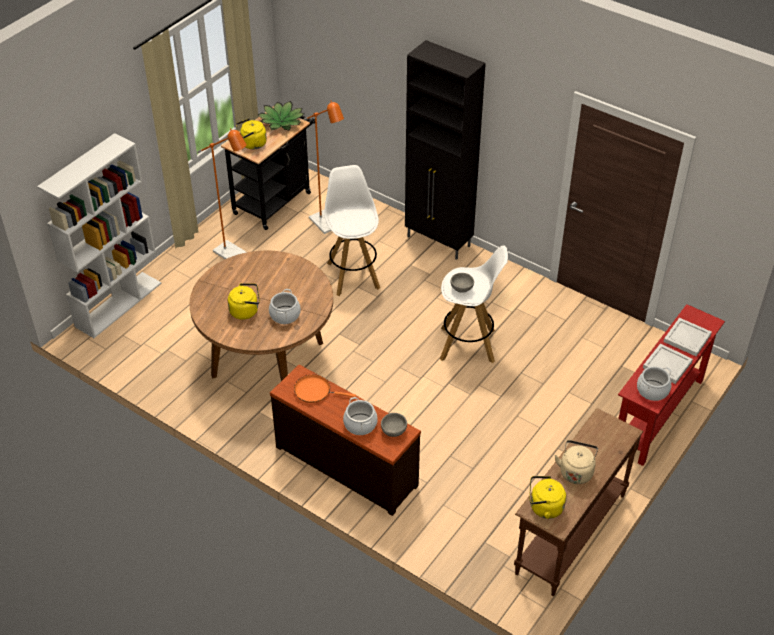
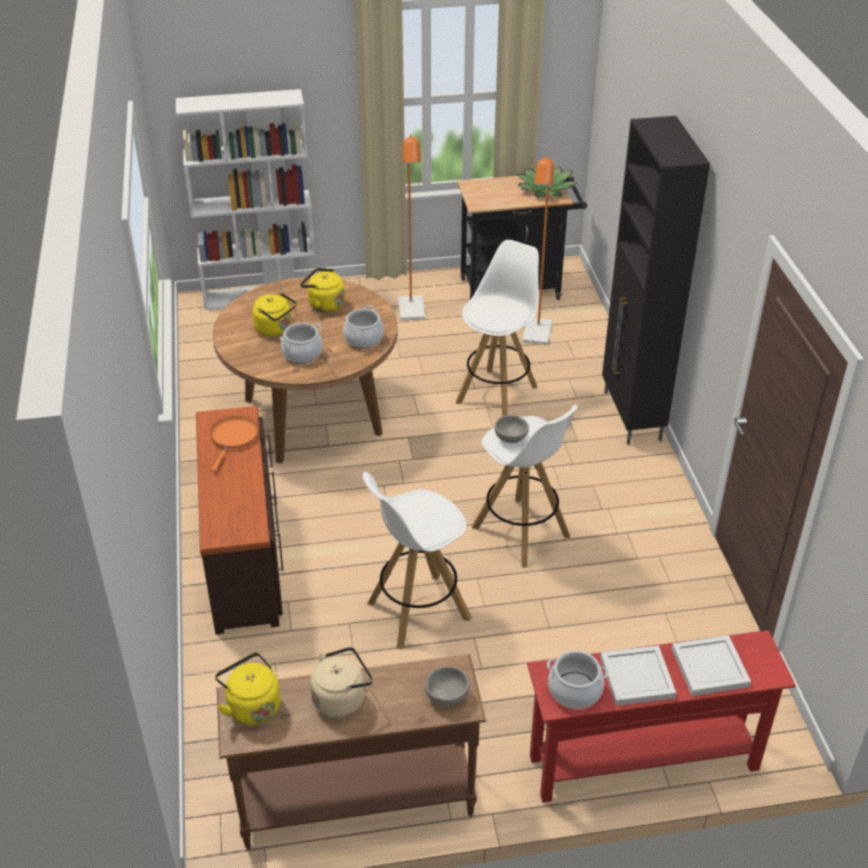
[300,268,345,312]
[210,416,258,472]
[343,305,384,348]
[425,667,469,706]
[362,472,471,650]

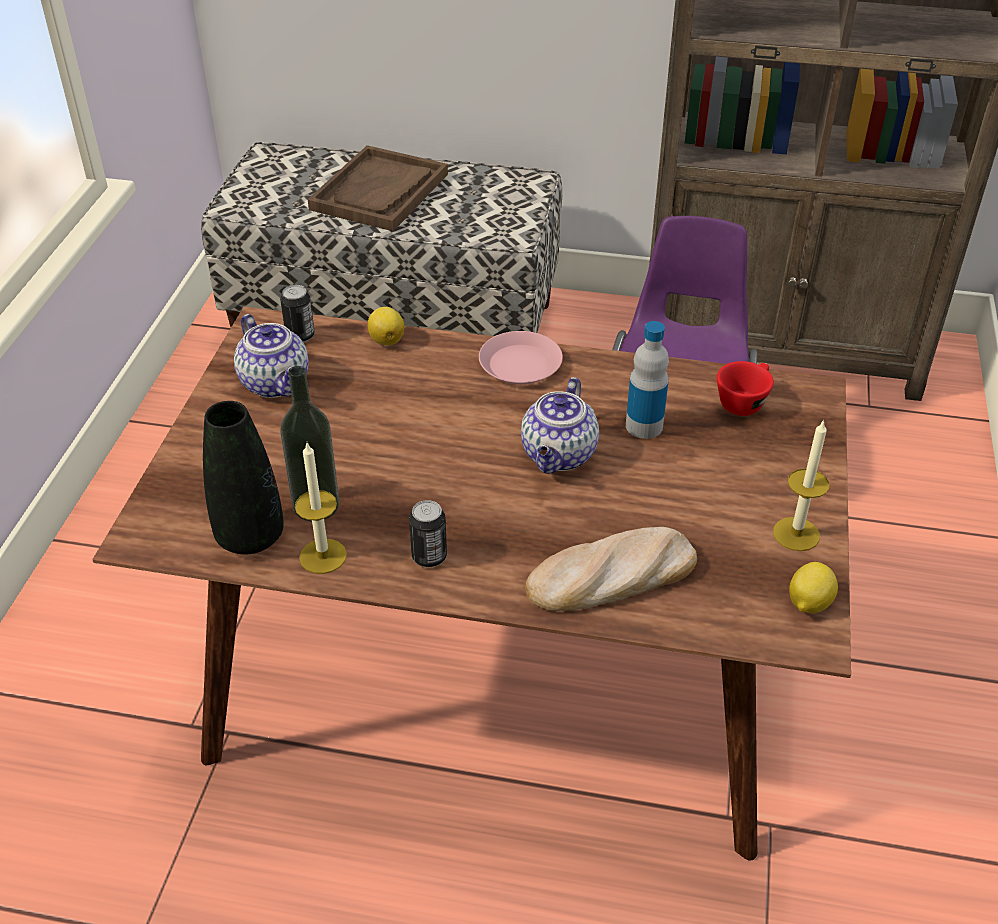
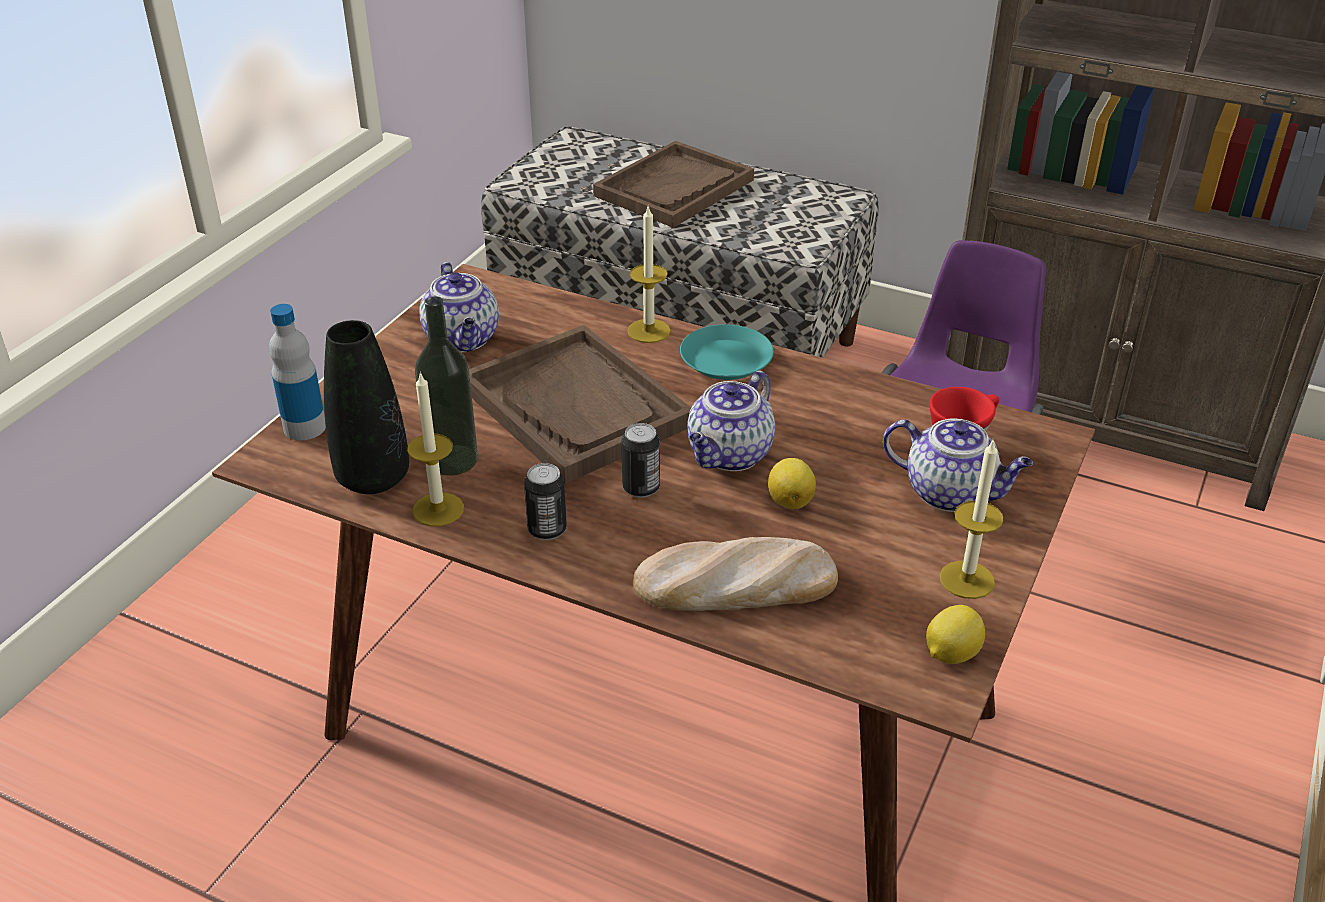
[621,423,660,498]
[768,458,816,509]
[680,325,774,380]
[269,304,326,440]
[469,325,691,484]
[627,207,671,343]
[883,419,1033,512]

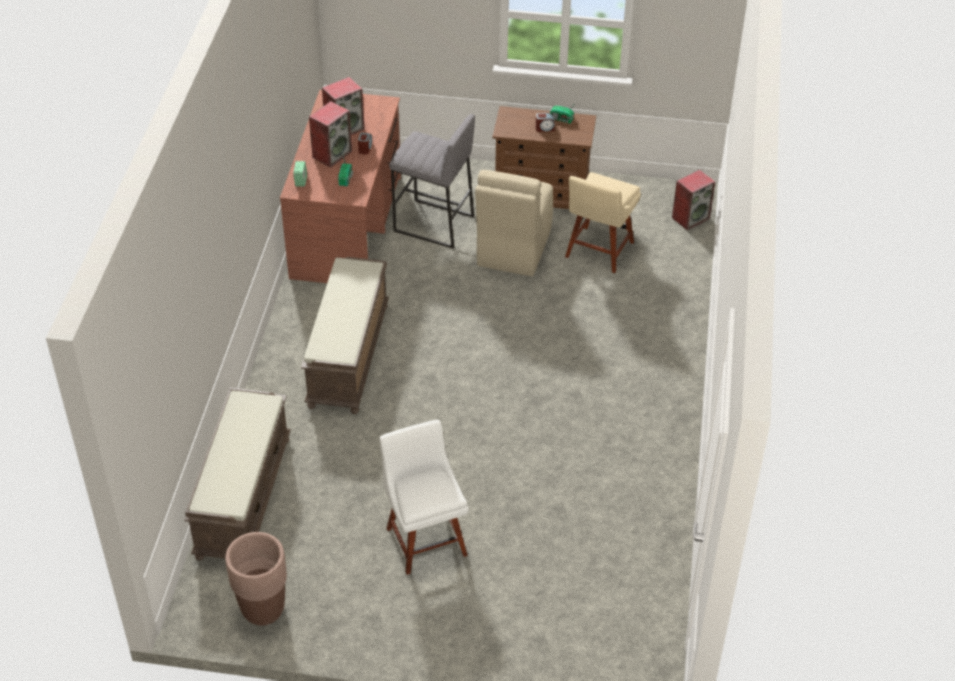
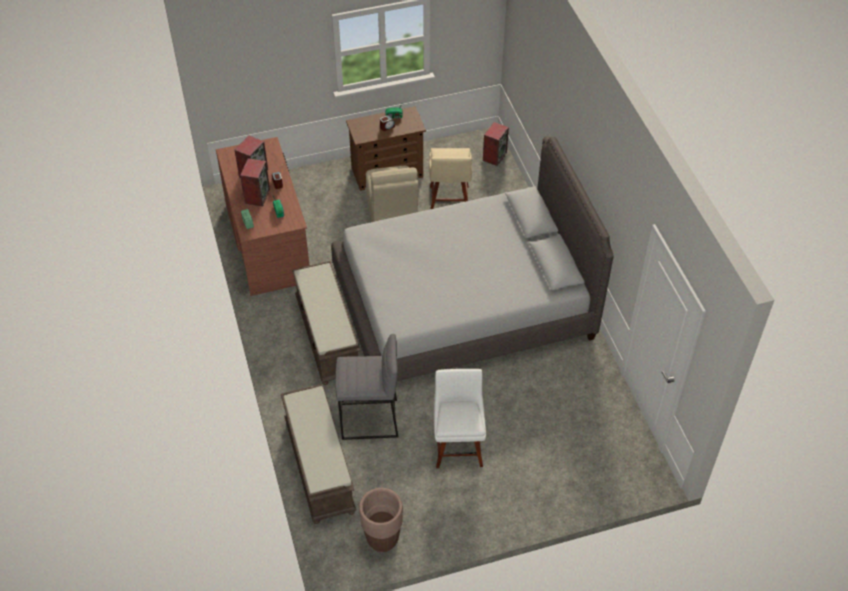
[434,369,486,468]
[335,334,399,440]
[331,136,614,381]

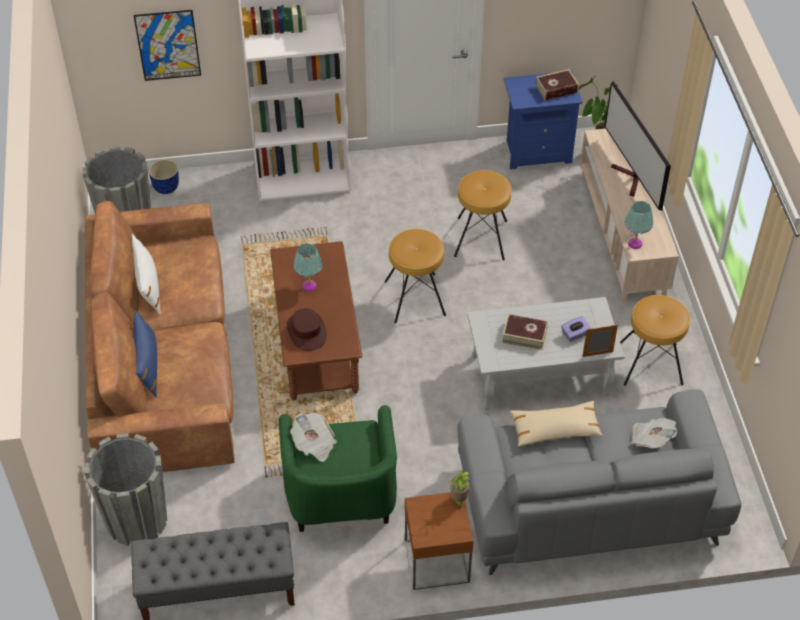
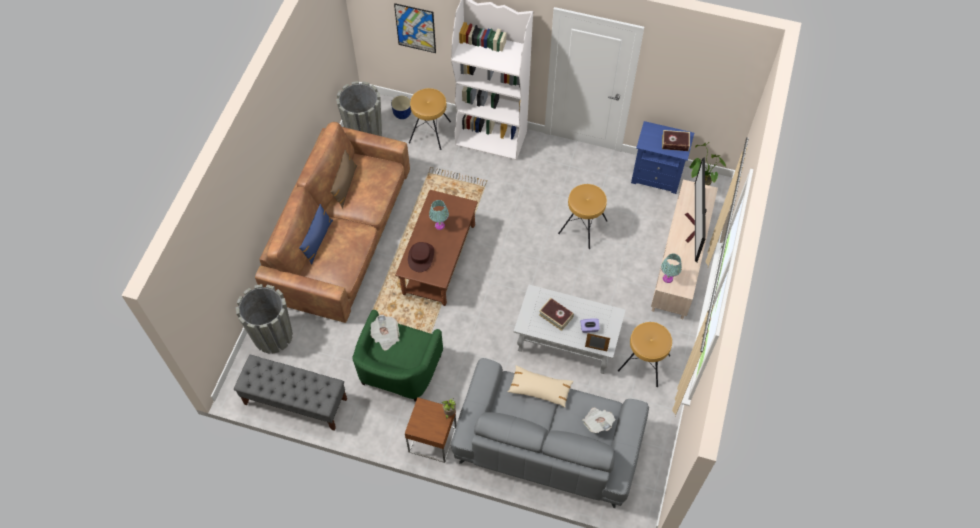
[331,150,357,209]
[409,88,451,150]

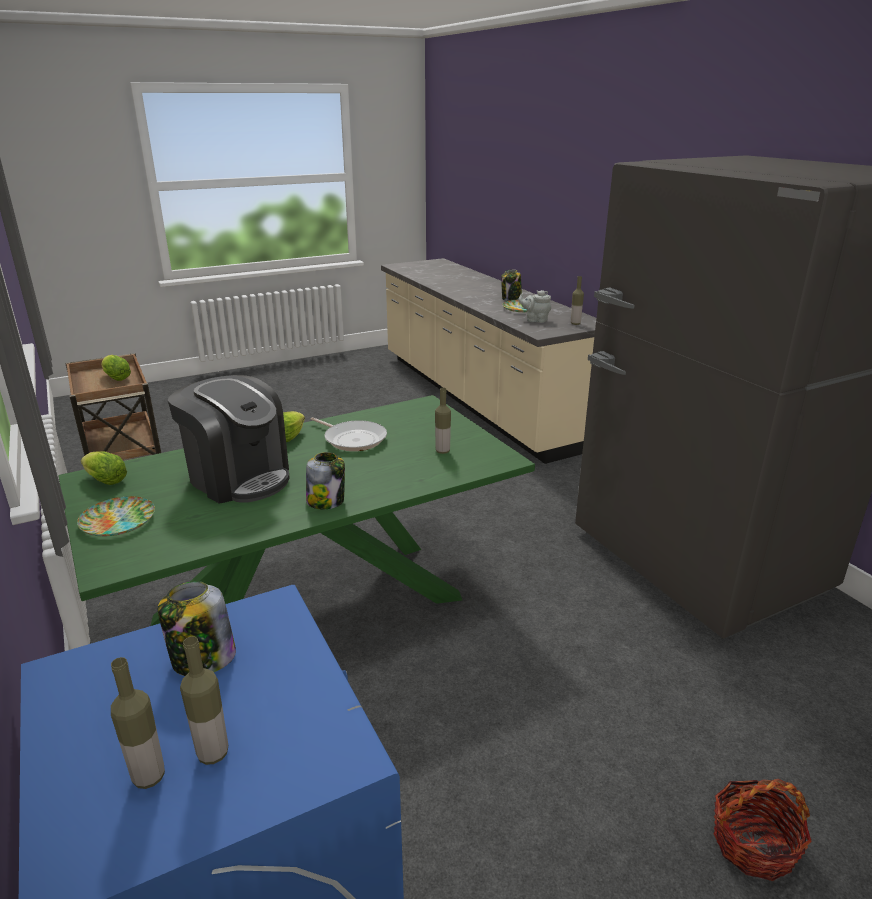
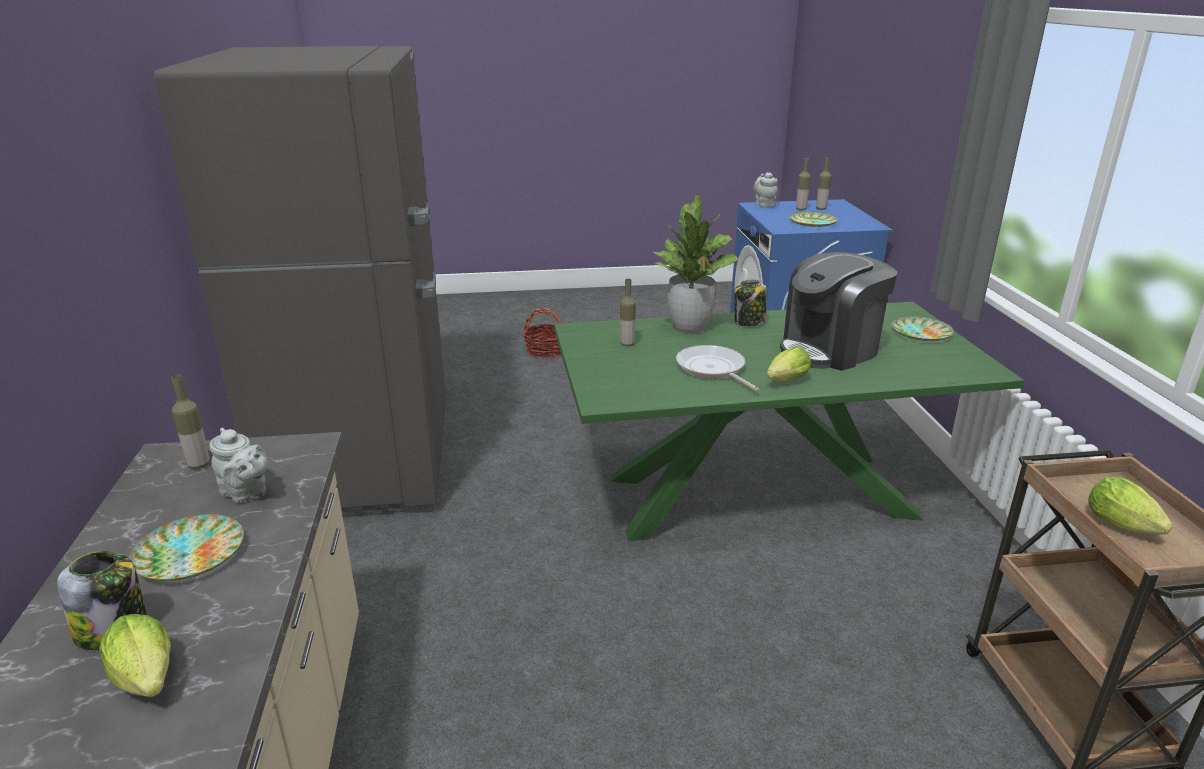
[99,614,171,697]
[789,212,838,227]
[780,252,897,371]
[652,194,739,334]
[753,172,777,207]

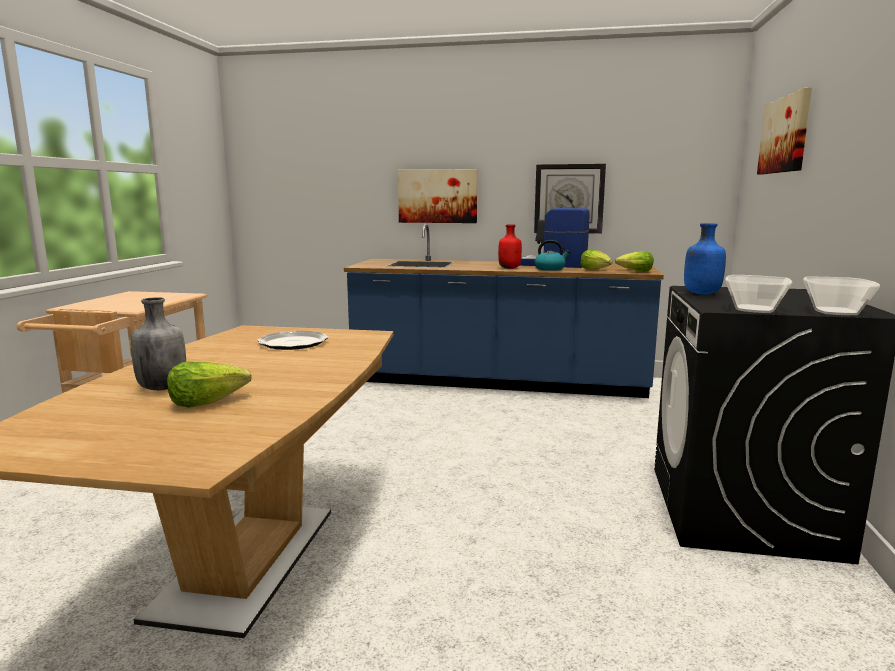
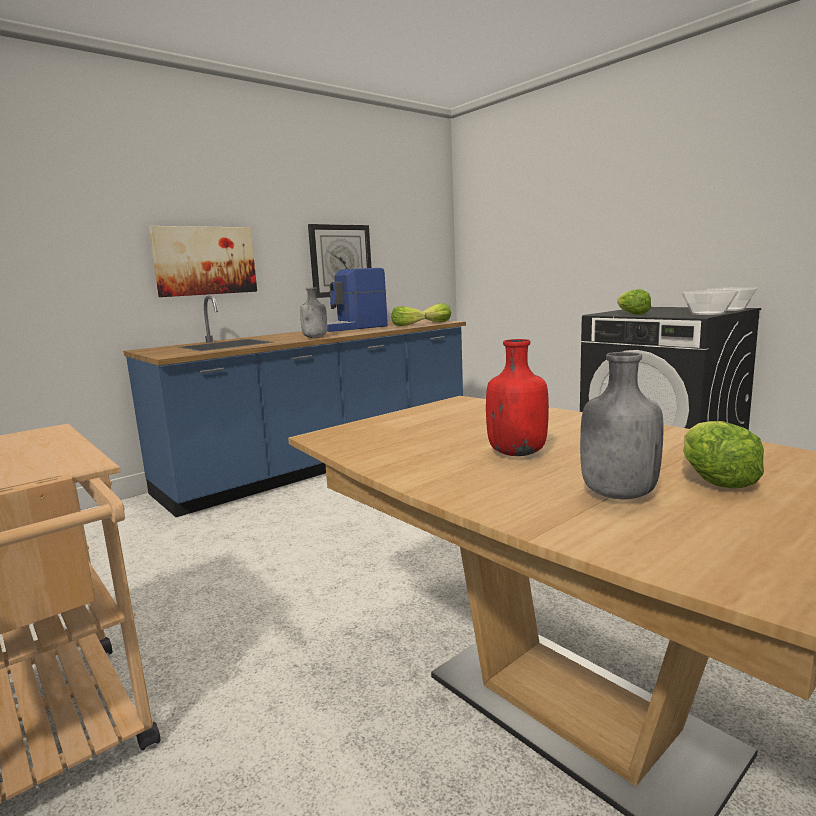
[257,331,329,350] (first image)
[486,339,549,456]
[534,240,570,271] (first image)
[617,289,651,315]
[757,88,812,174] (first image)
[300,287,327,338]

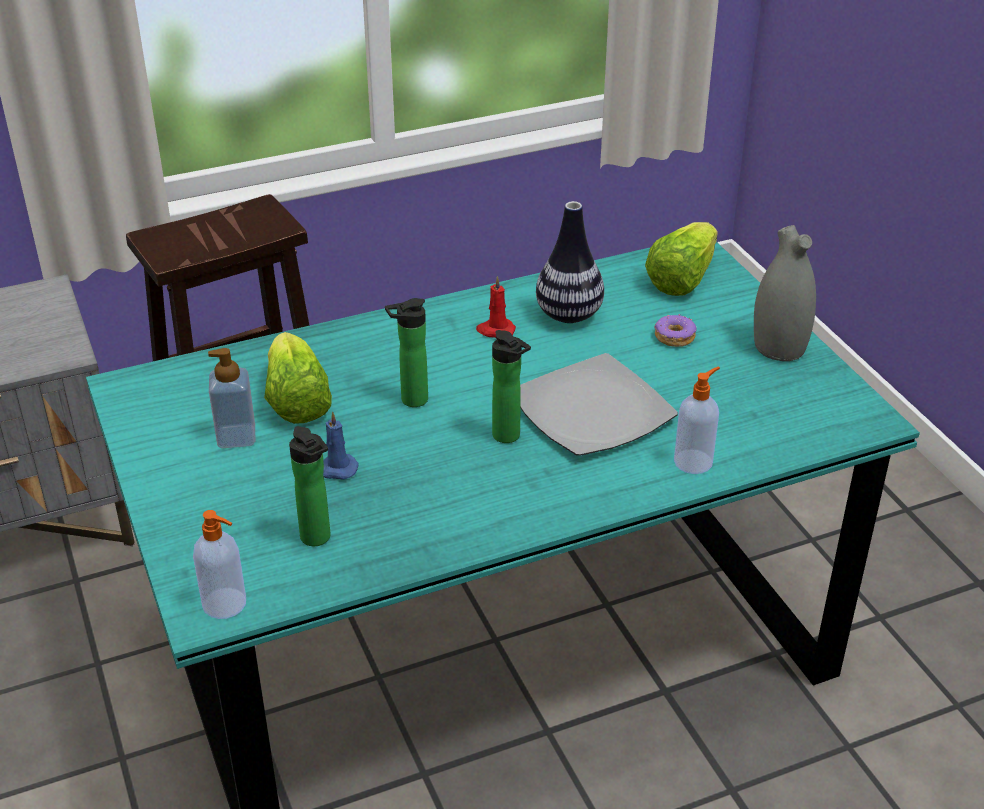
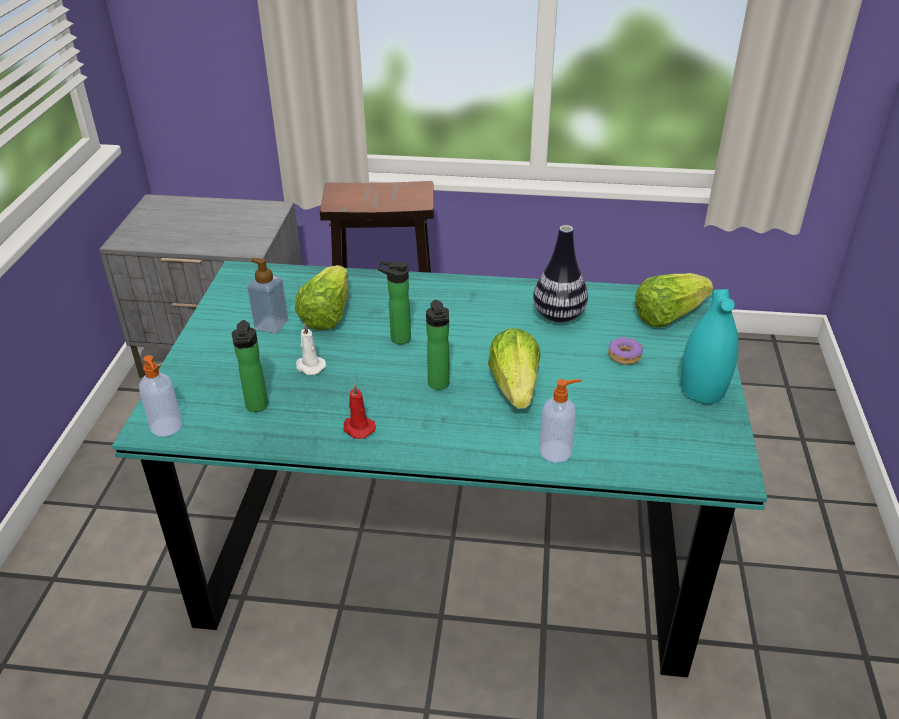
[296,323,326,375]
[343,384,376,439]
[488,328,541,409]
[681,289,738,404]

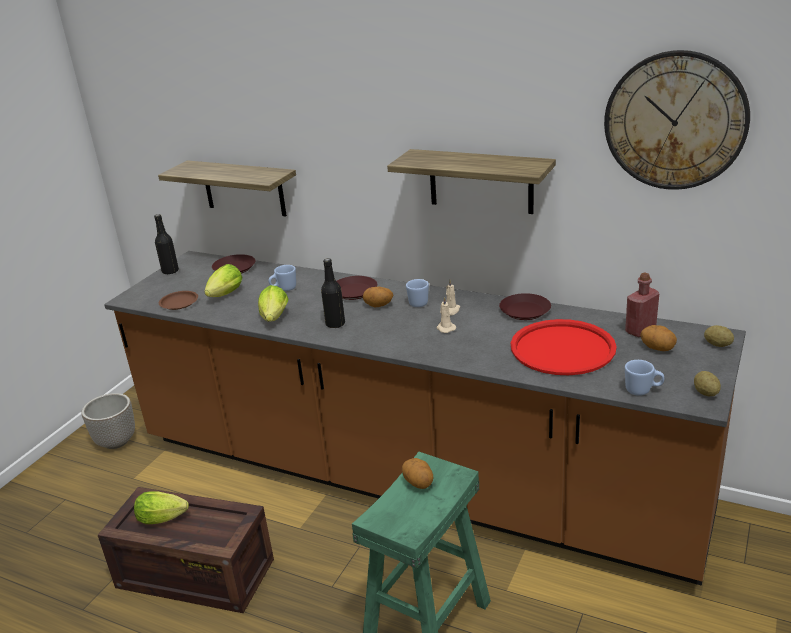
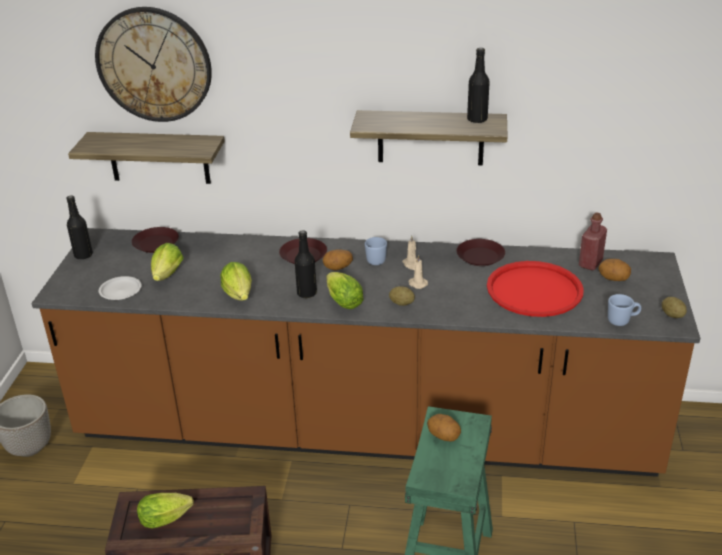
[99,276,141,300]
[268,265,296,291] (first image)
[95,7,212,122]
[389,286,415,306]
[326,272,364,309]
[467,48,490,123]

